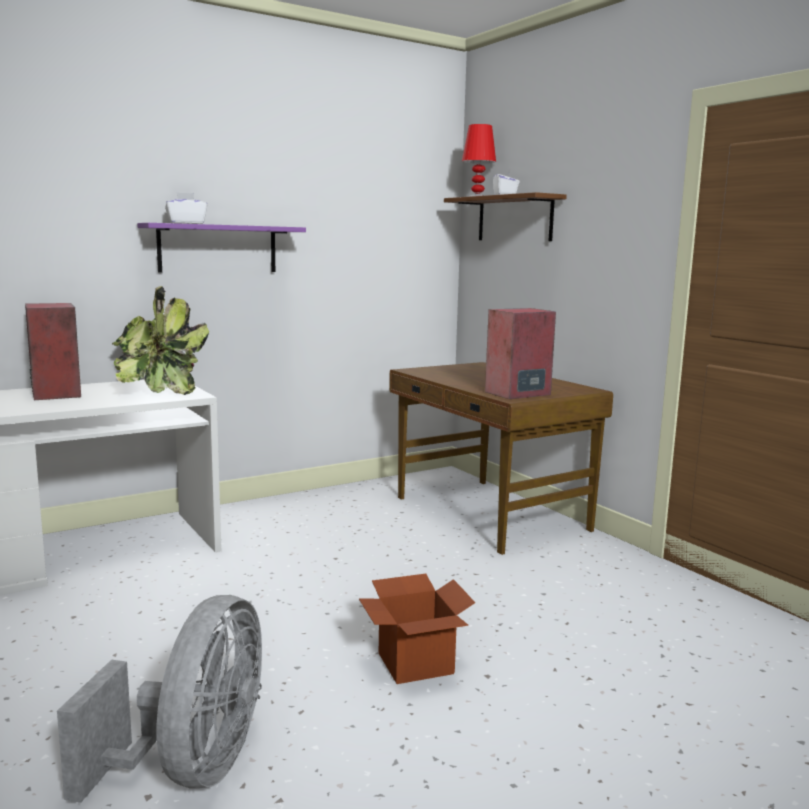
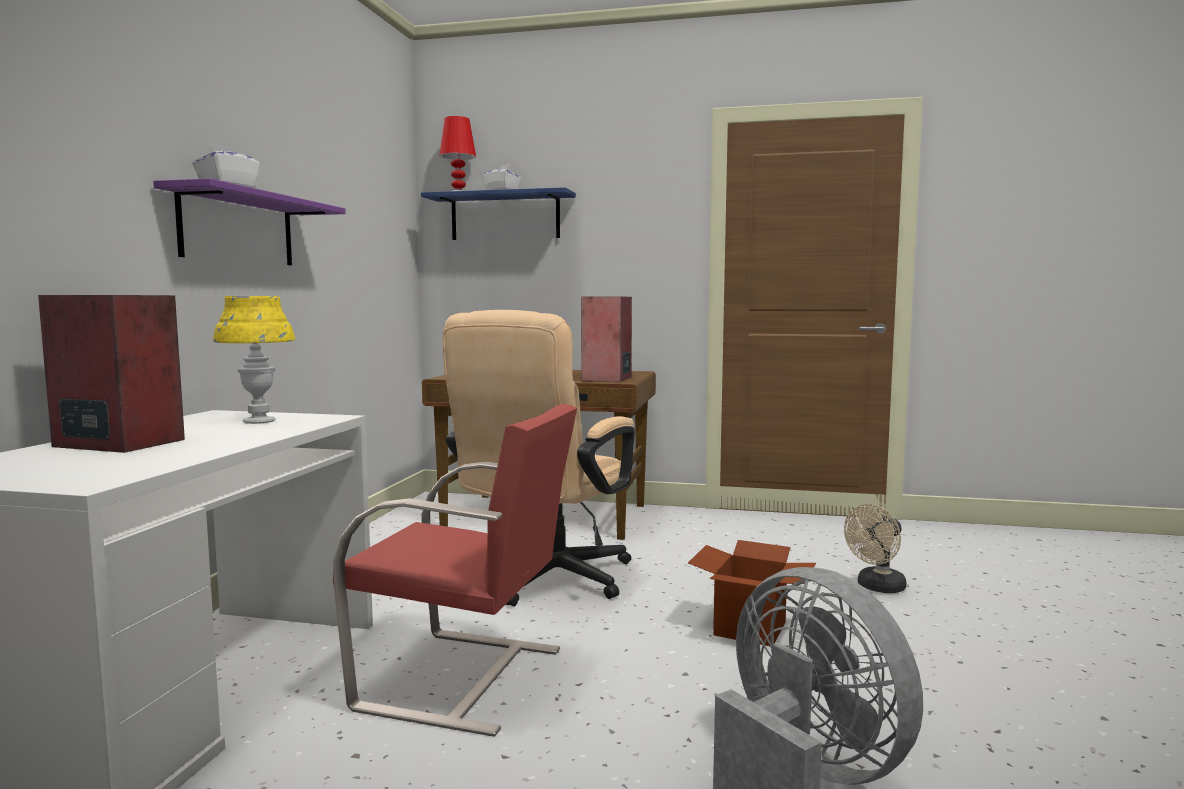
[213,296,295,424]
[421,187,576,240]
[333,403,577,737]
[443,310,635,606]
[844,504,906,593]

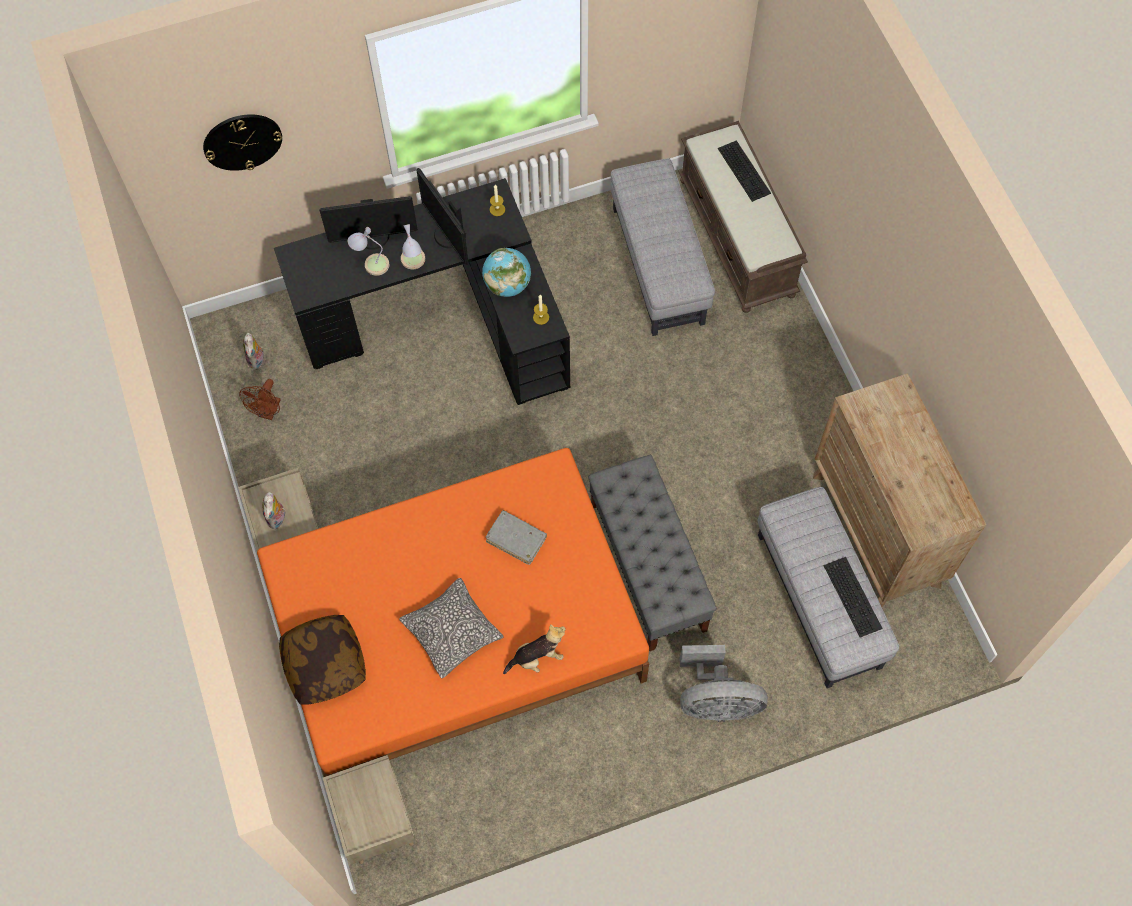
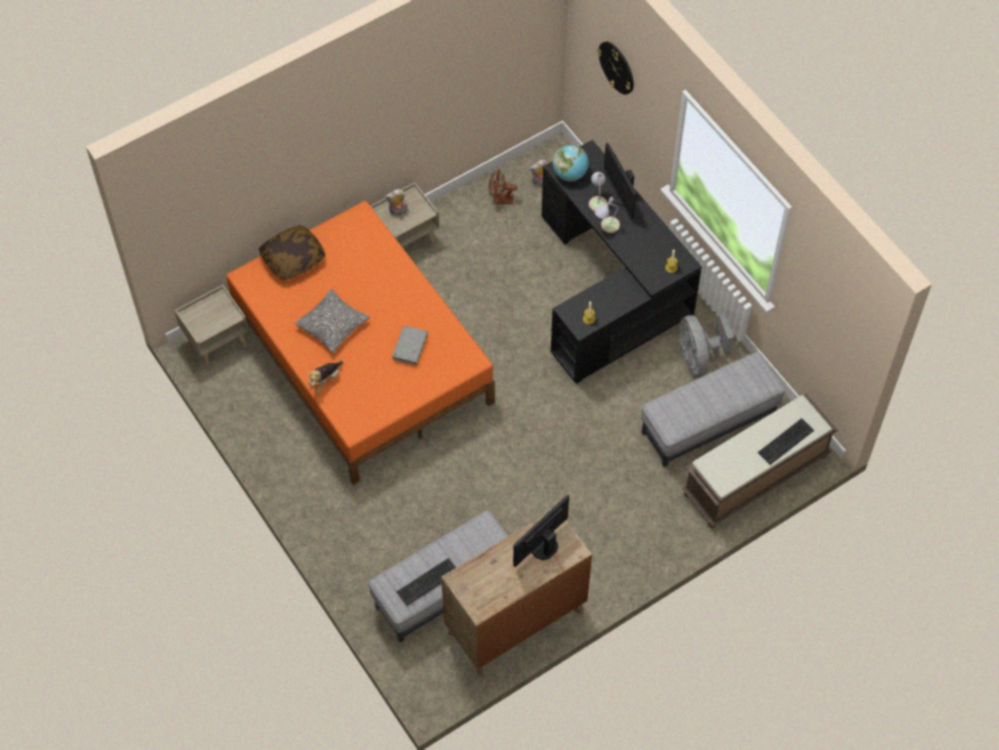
[513,495,569,567]
[552,145,589,181]
[308,361,343,393]
[588,455,717,651] (first image)
[679,313,734,376]

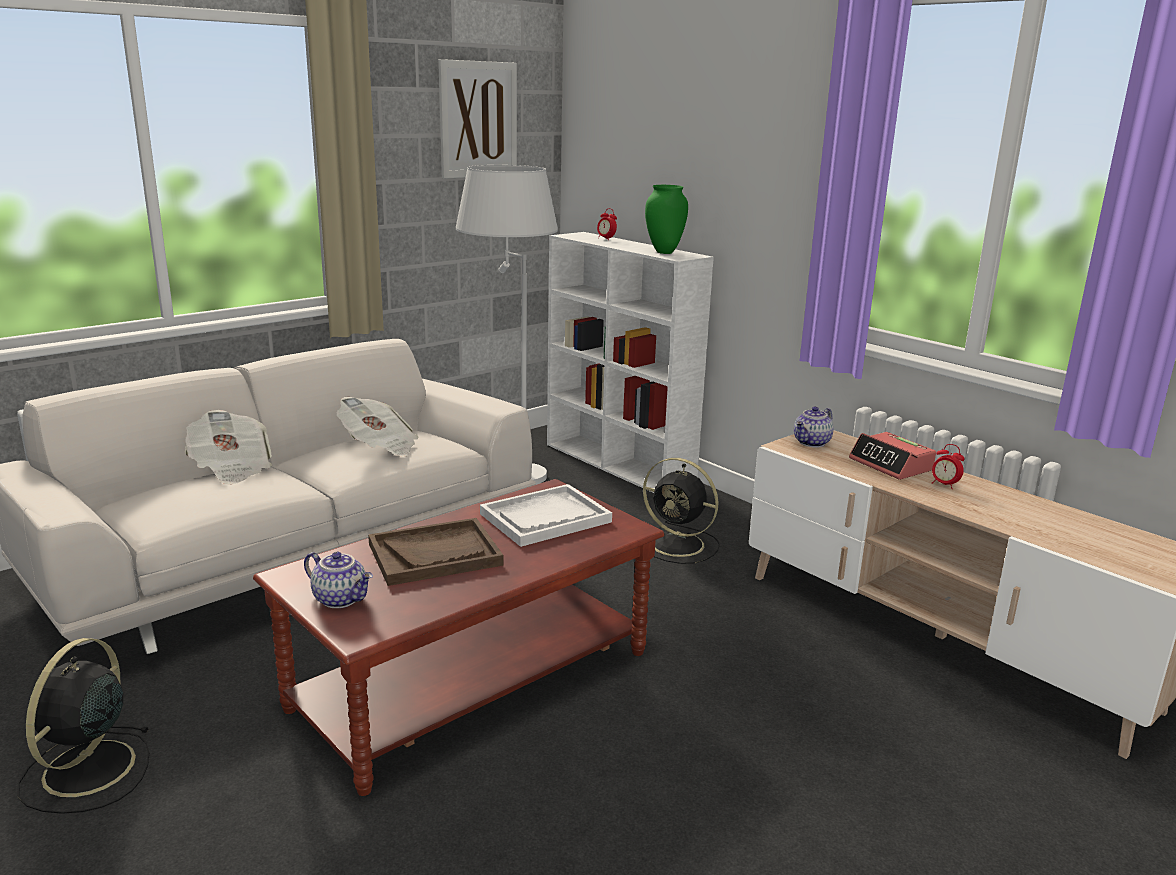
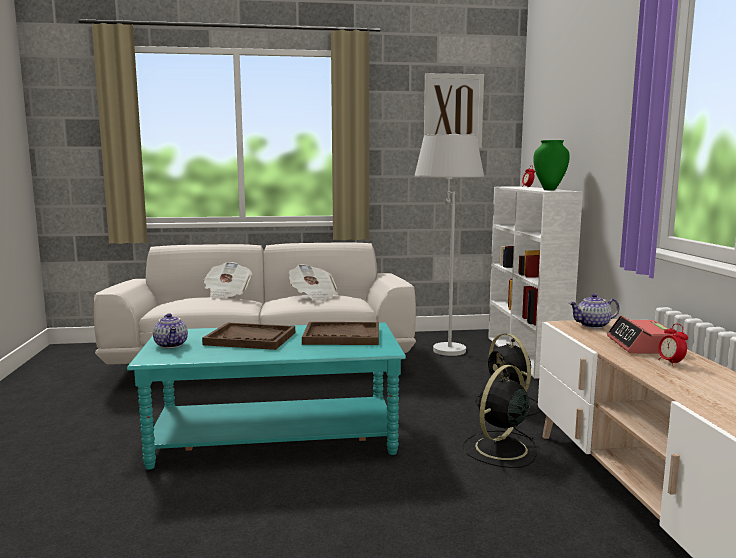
[463,365,537,468]
[127,322,406,470]
[302,322,379,345]

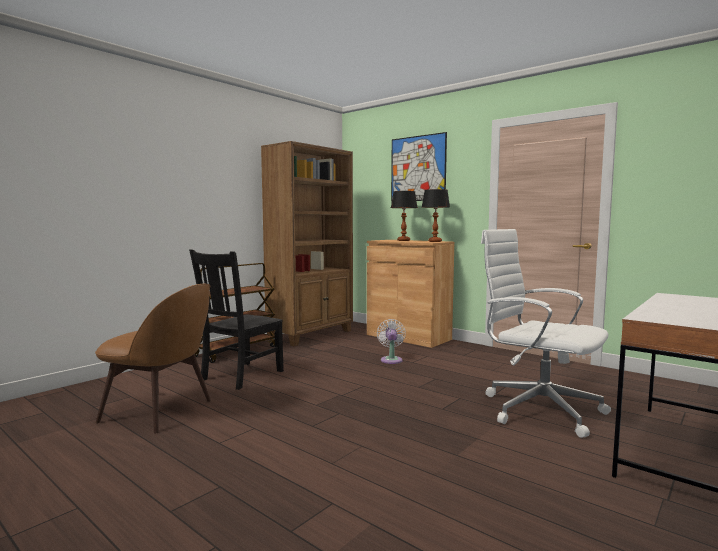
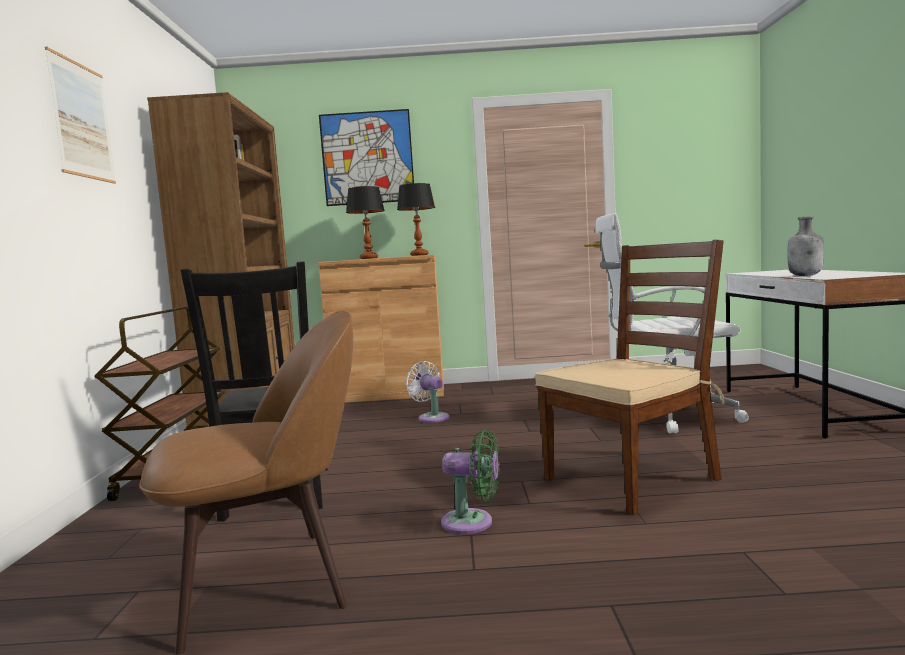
[45,47,116,183]
[441,429,500,534]
[535,240,725,515]
[787,216,824,276]

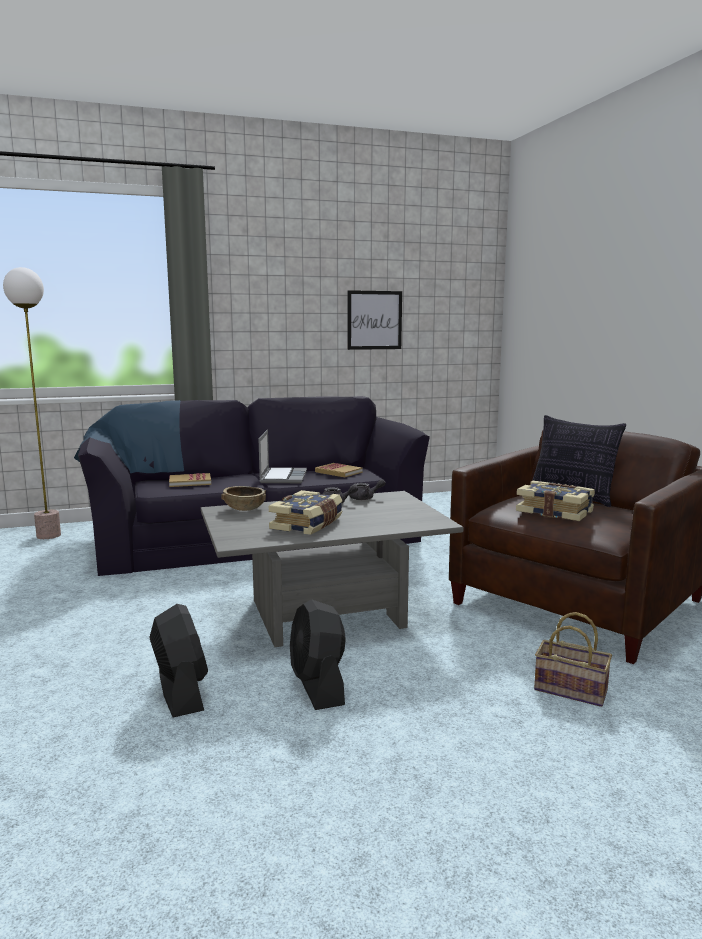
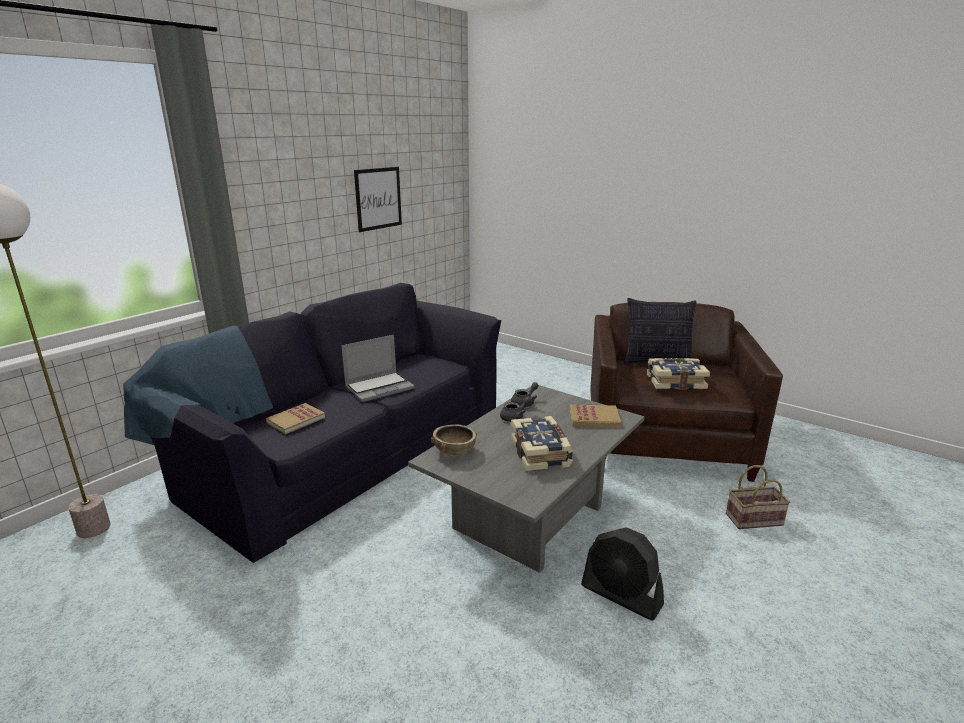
[149,604,208,717] (first image)
[341,335,414,402]
[569,404,622,428]

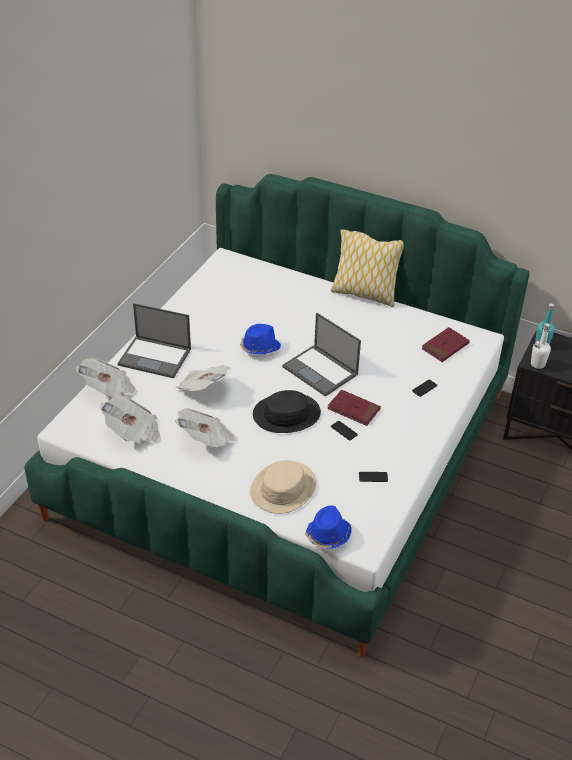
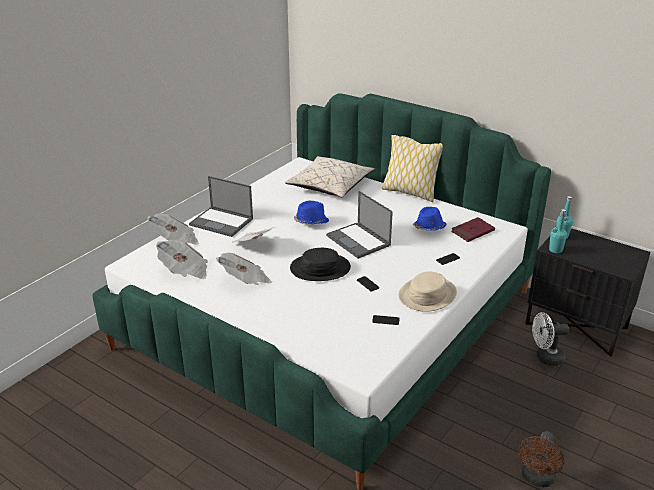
[398,272,457,312]
[413,207,446,231]
[327,390,381,426] (first image)
[549,209,567,253]
[285,156,375,197]
[518,431,564,487]
[532,312,569,366]

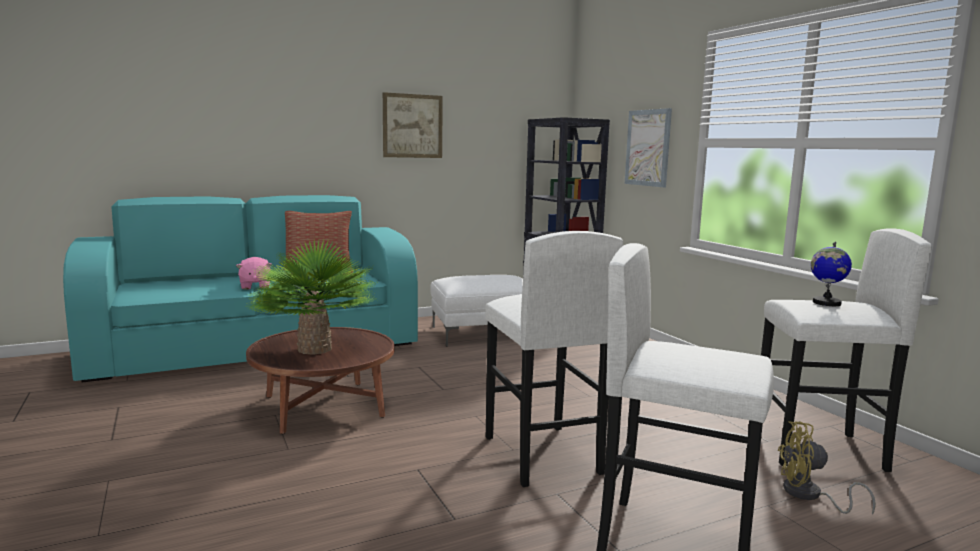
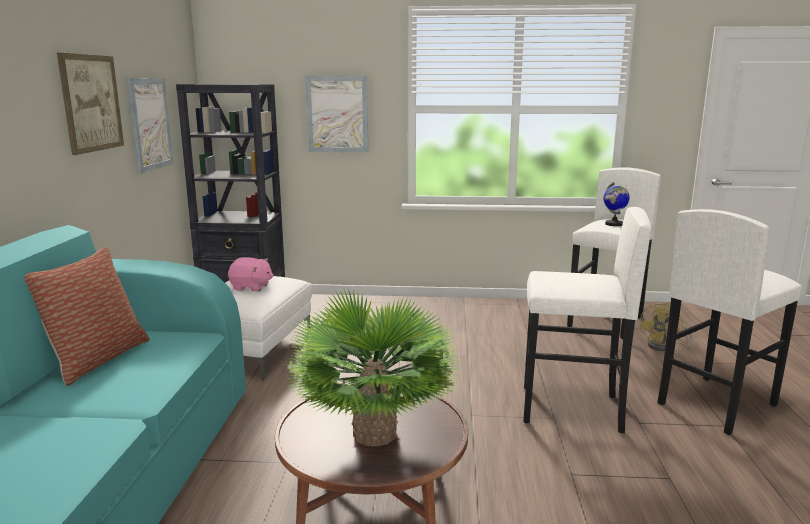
[228,257,274,292]
[127,78,173,174]

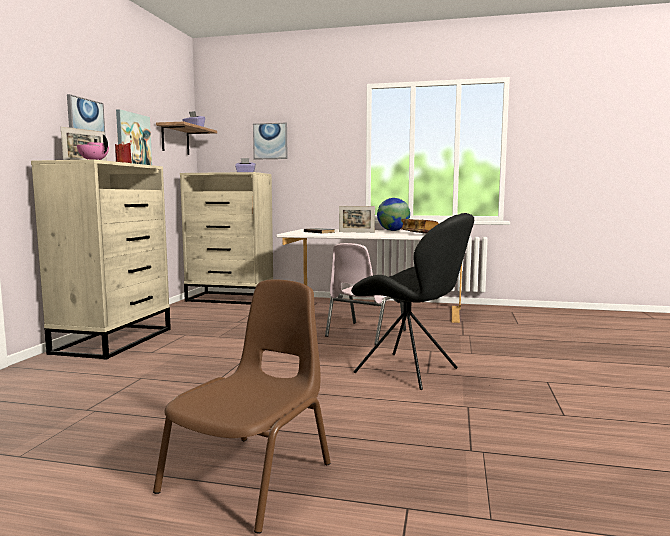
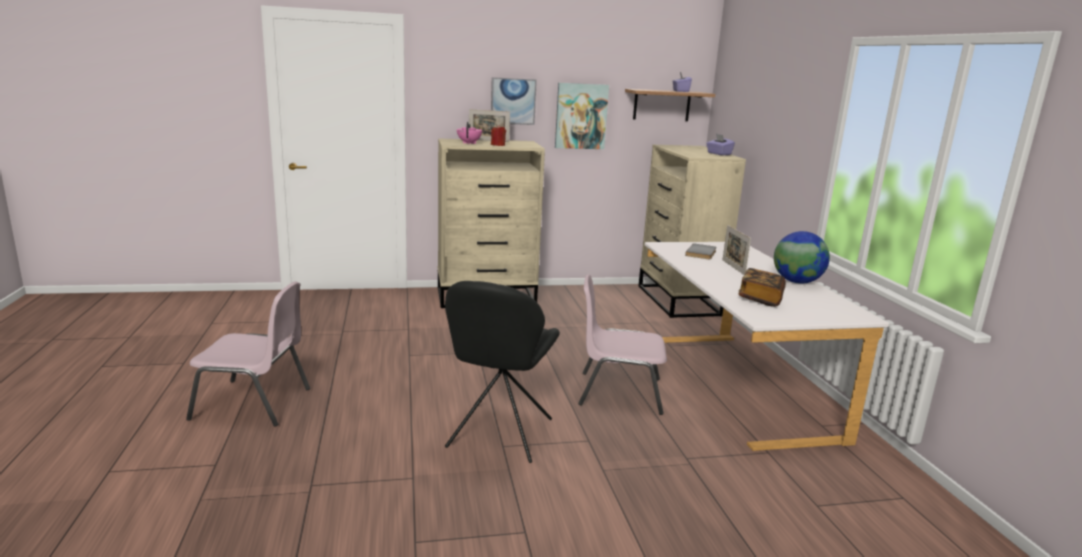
[186,282,310,427]
[253,123,288,160] (first image)

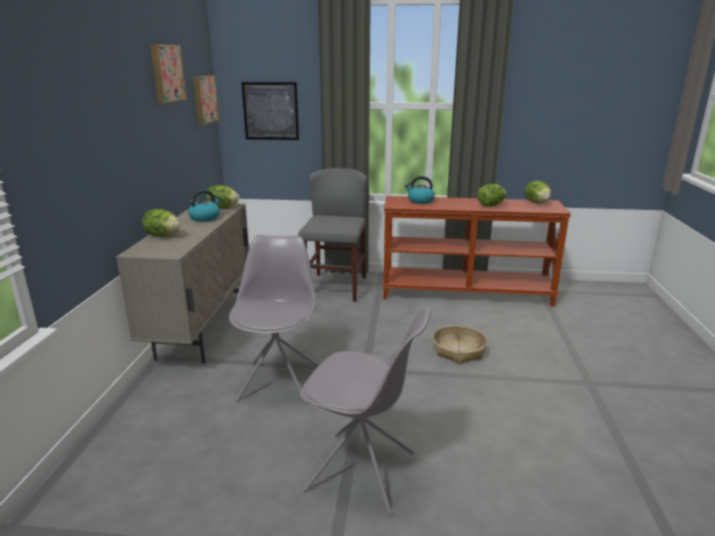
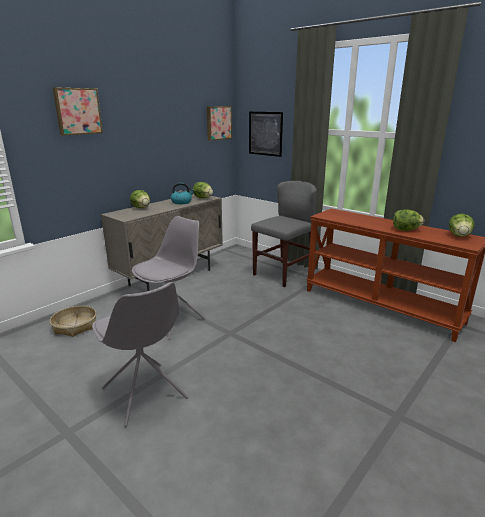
[53,87,103,136]
[405,176,435,204] (first image)
[50,306,96,337]

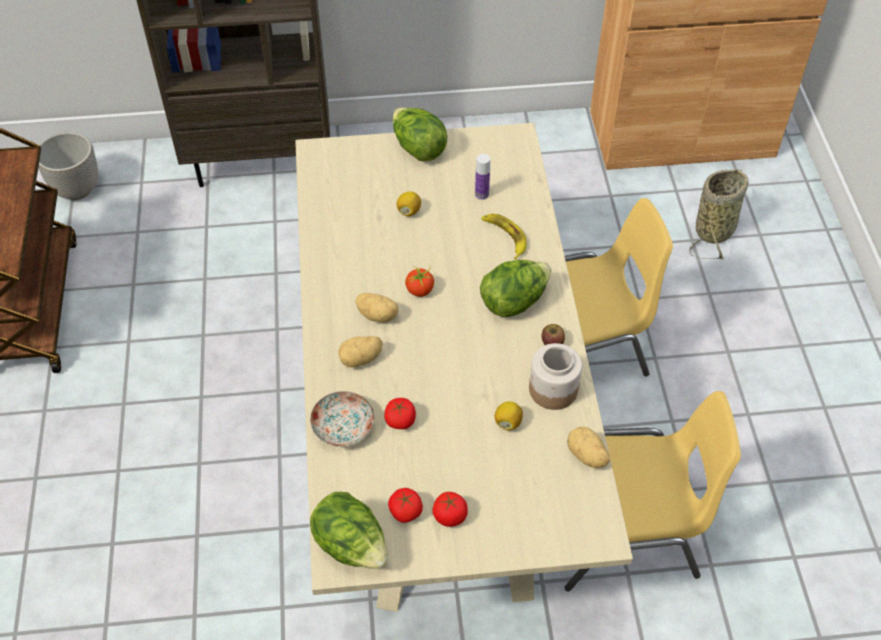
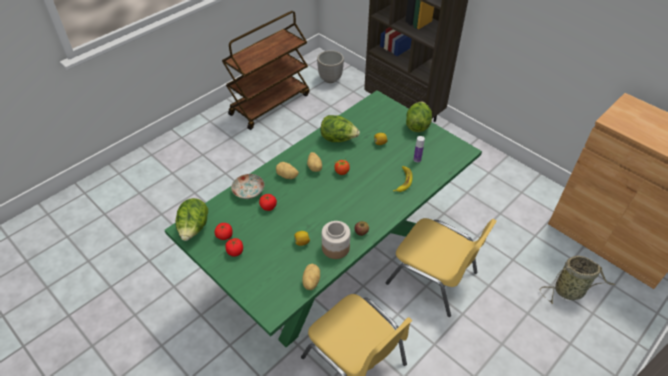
[165,90,482,347]
[320,115,360,142]

